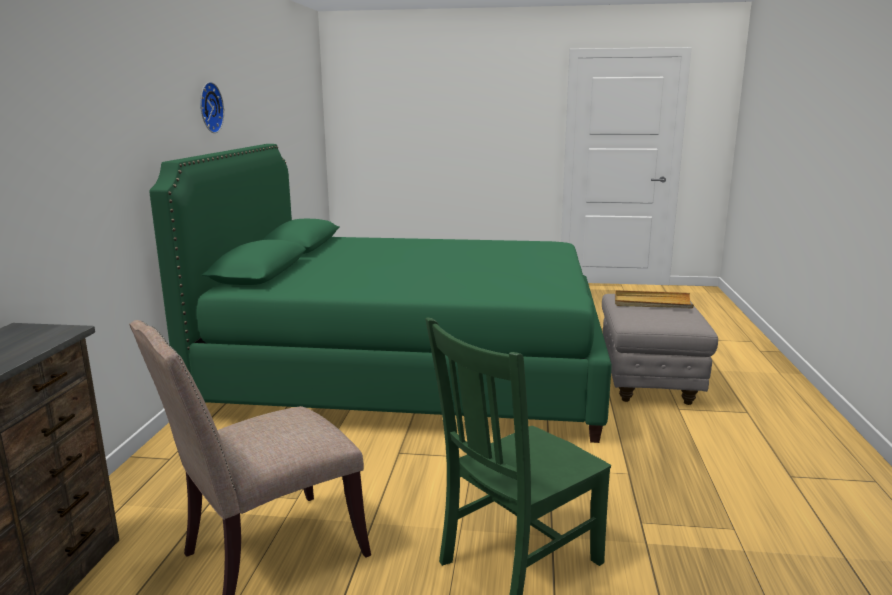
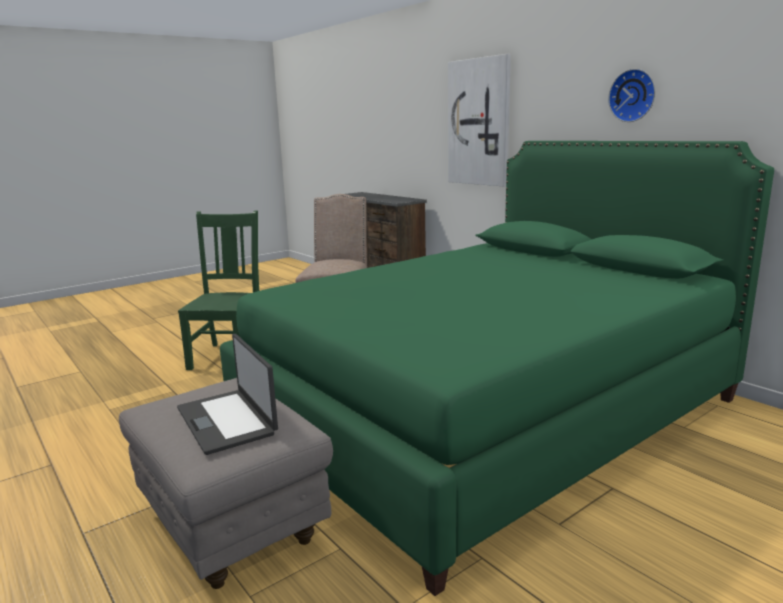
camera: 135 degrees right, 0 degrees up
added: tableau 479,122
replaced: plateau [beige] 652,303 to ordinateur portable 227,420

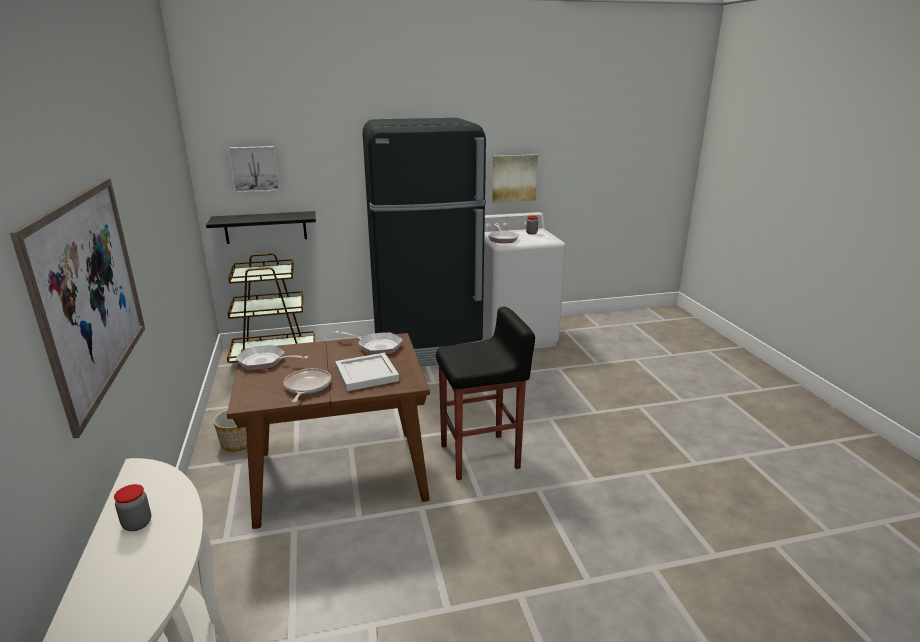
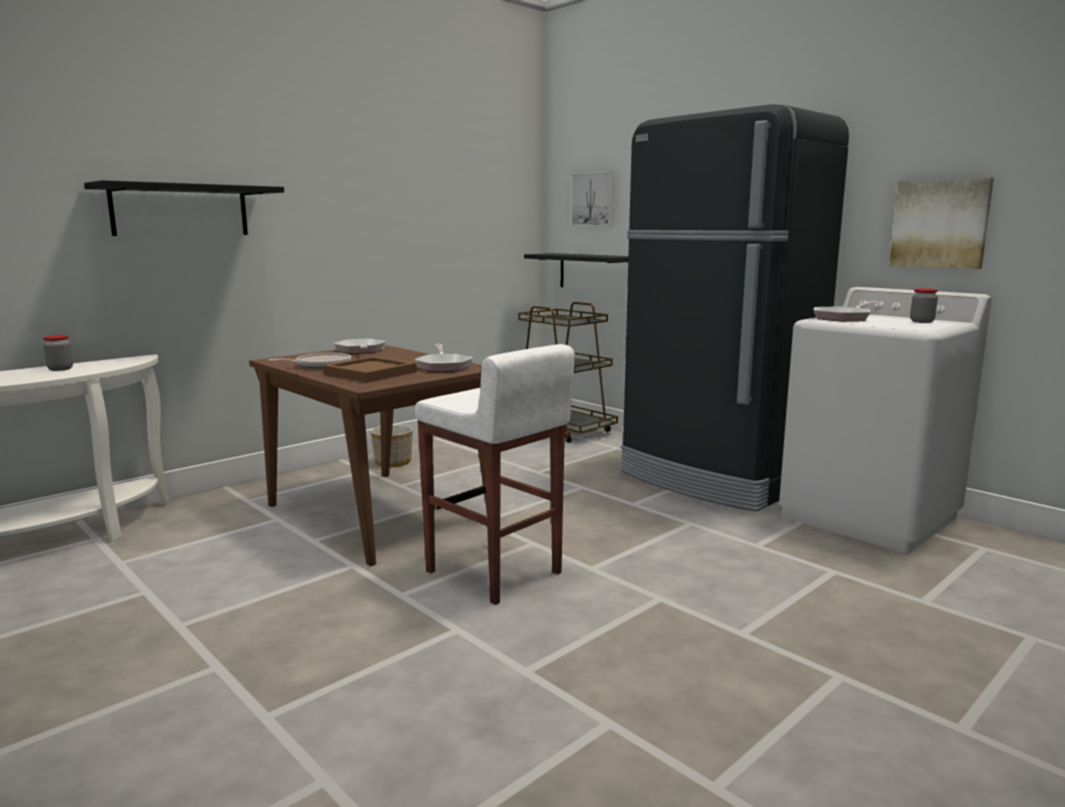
camera: 60 degrees right, 10 degrees down
replaced: tableau 91,292 to étagère [noir] 180,210
recoloured: tabouret [noir] 481,457 to tabouret [blanc] 494,573; plateau [blanc] 365,374 to plateau [marron] 370,373

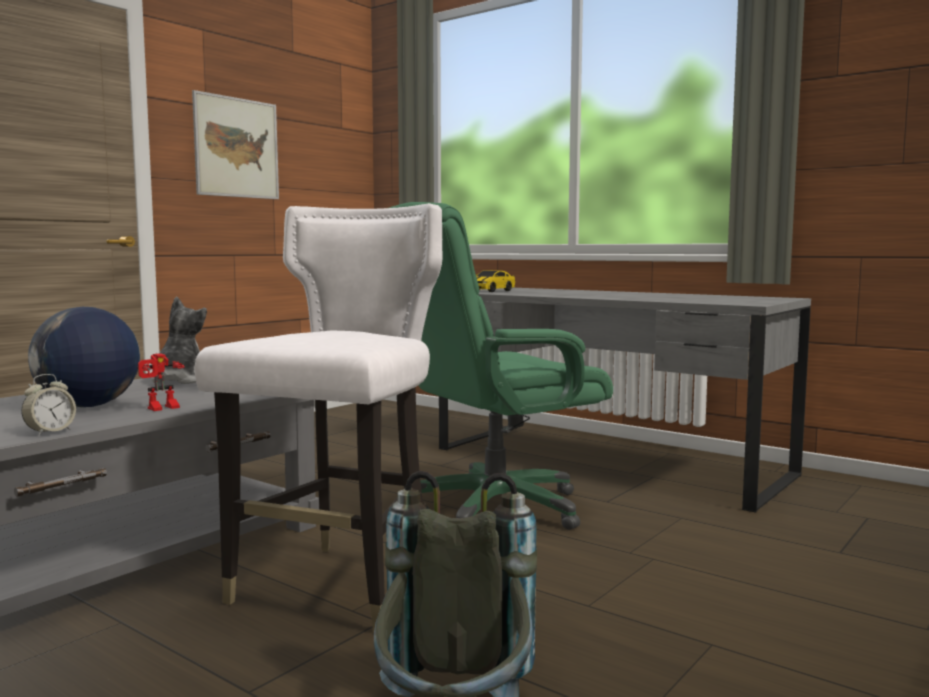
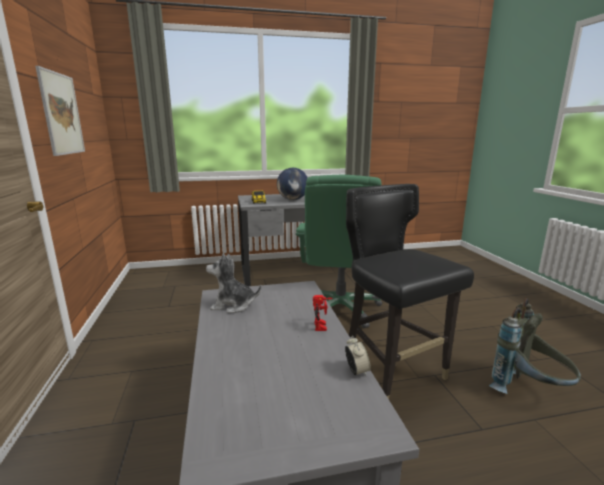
camera: 50 degrees left, 10 degrees up
moved: globe 88,406 to 293,199
recoloured: chaise [blanc] 339,588 to chaise [noir] 392,372
turned: peluche 180,380 = 233,305 45 degrees counterclockwise

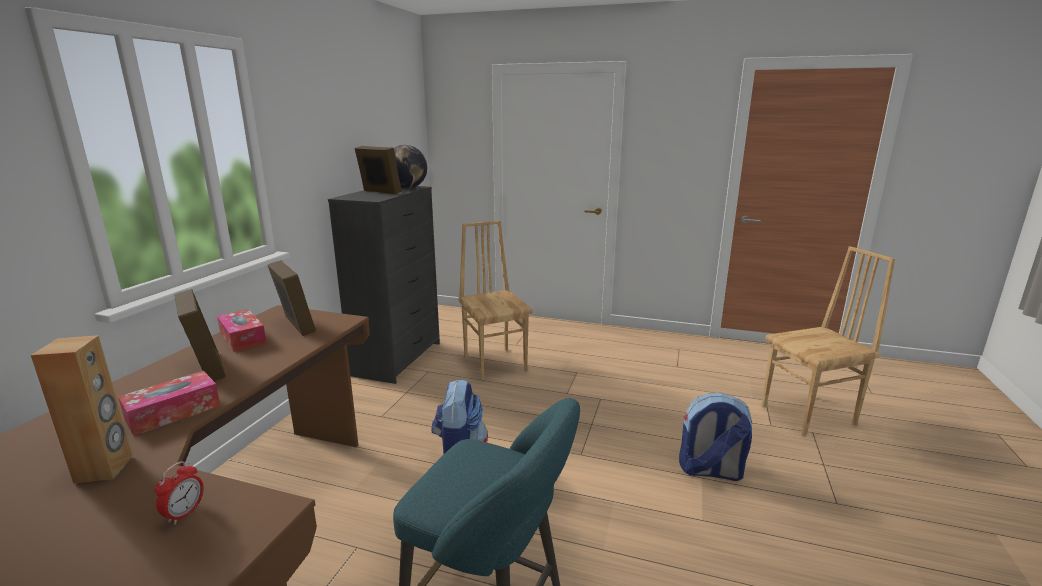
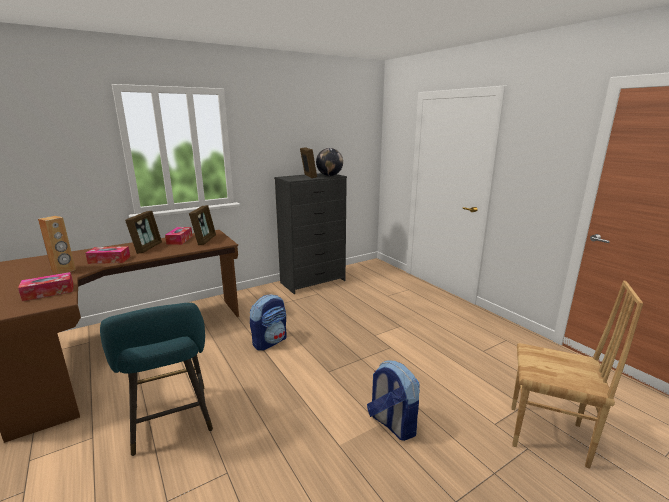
camera: 40 degrees right, 0 degrees up
removed: chaise [marron] 495,363
replaced: réveil 185,513 to boîte à mouchoirs 49,292

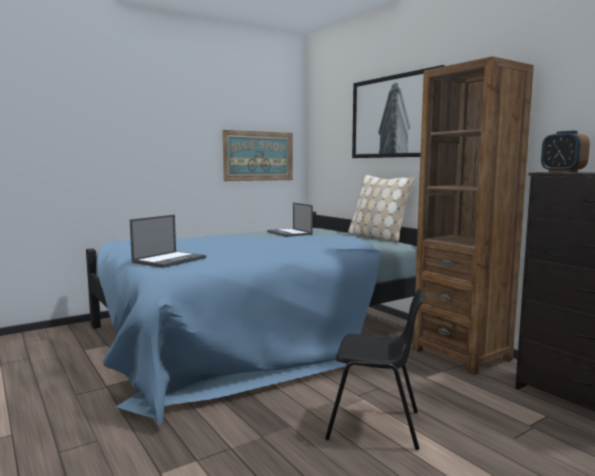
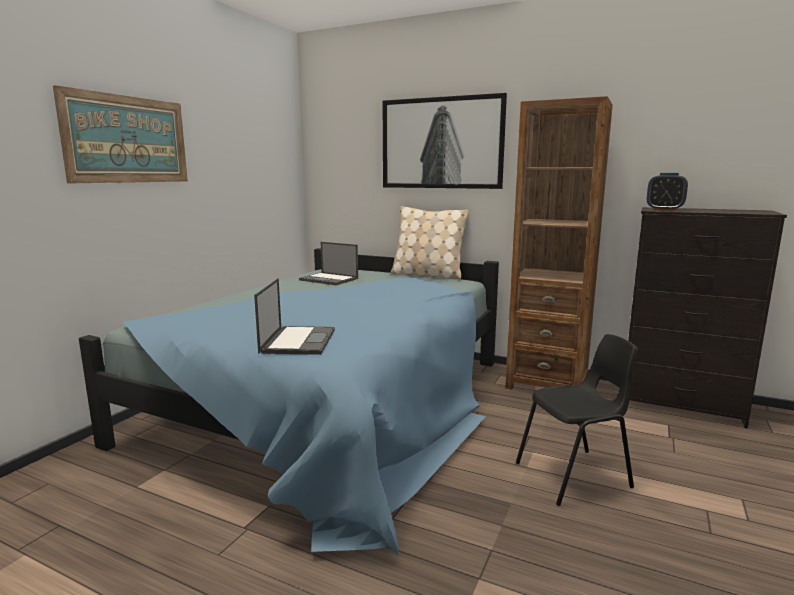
camera: 30 degrees left, 5 degrees up
moved: tableau 258,156 to 127,139

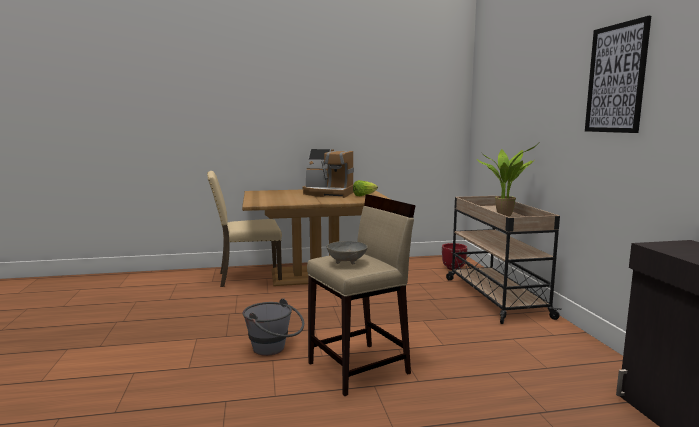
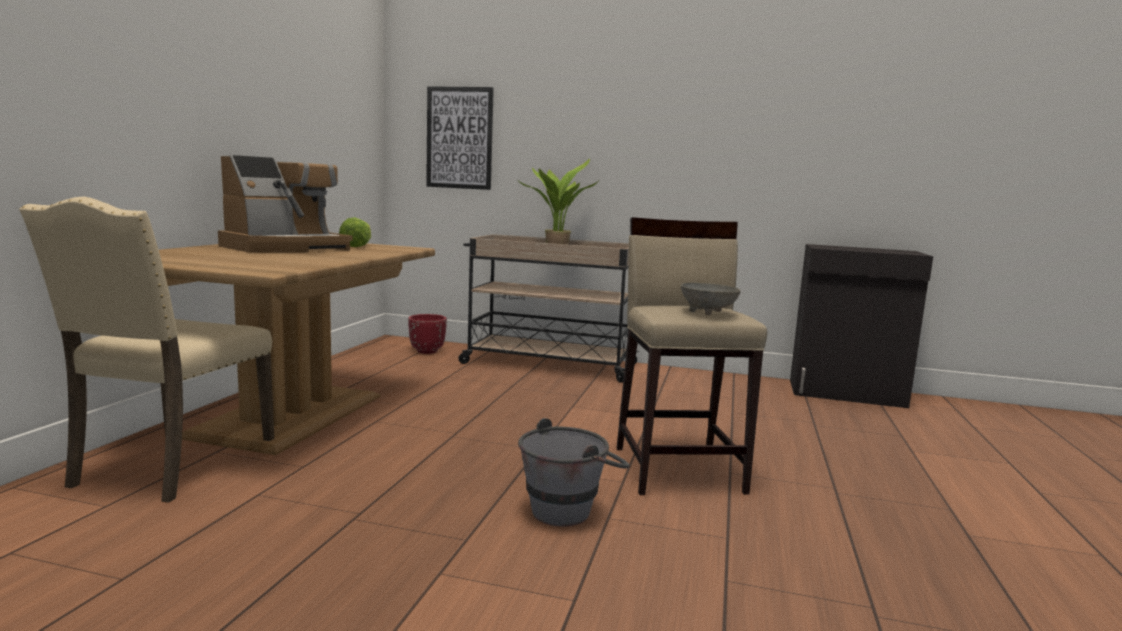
camera: 65 degrees left, 0 degrees up
moved: tableau 616,78 to 459,138

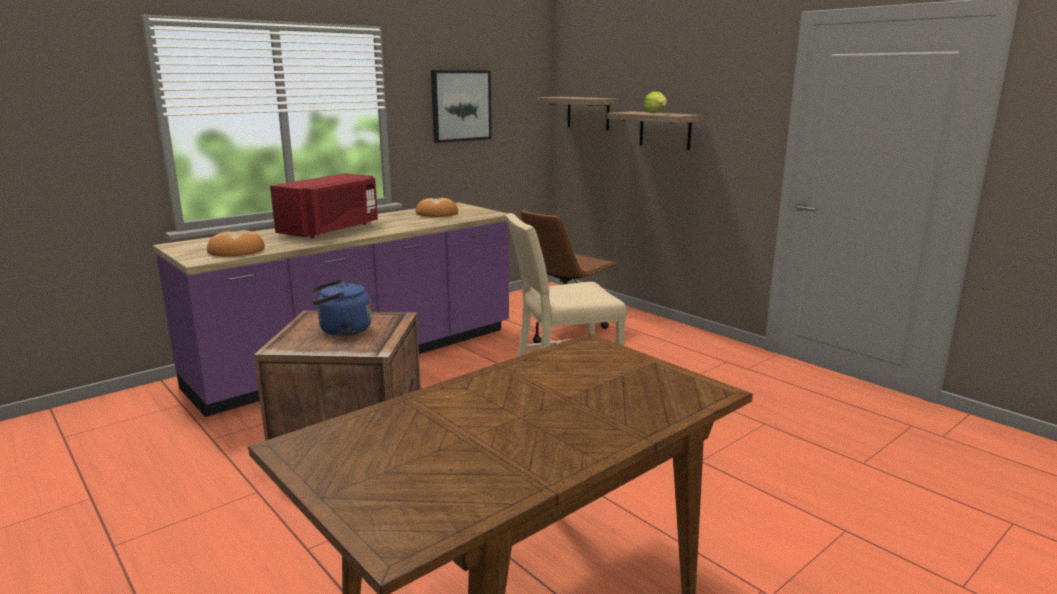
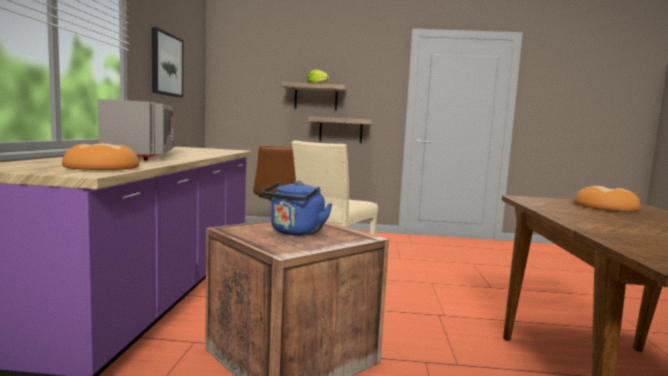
camera: 45 degrees left, 10 degrees down
moved: étagère 588,113 to 341,130; pain 437,213 to 605,207
recoloured: micro-ondes [rouge] 331,230 to micro-ondes [gris] 140,156

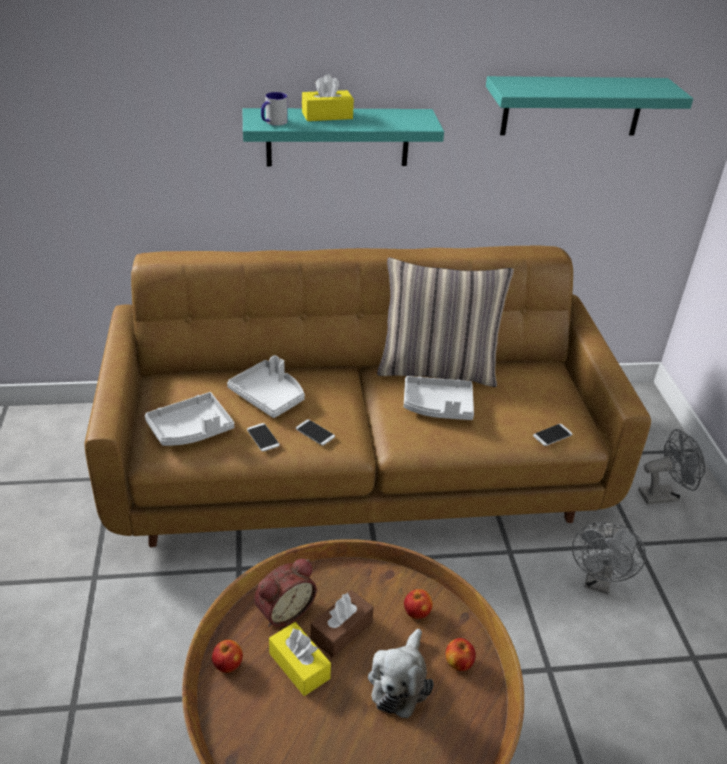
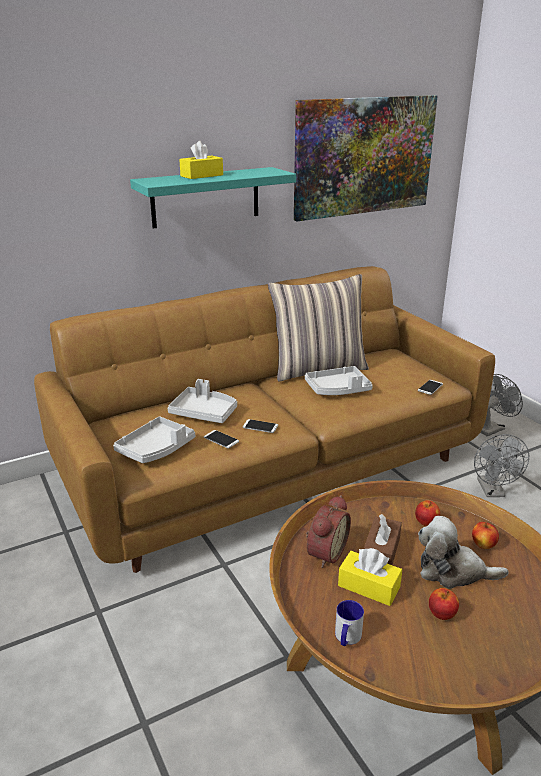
camera: 20 degrees left, 10 degrees down
moved: mug 273,122 to 346,638; pomme 228,665 to 441,614
replaced: étagère [turquoise] 572,106 to tableau 364,156
turned: peluche 400,682 = 453,571 105 degrees clockwise

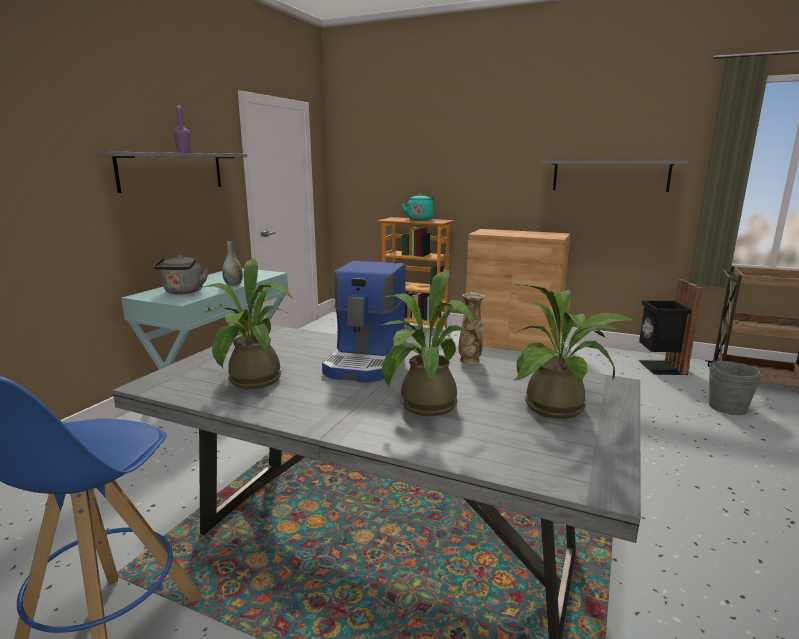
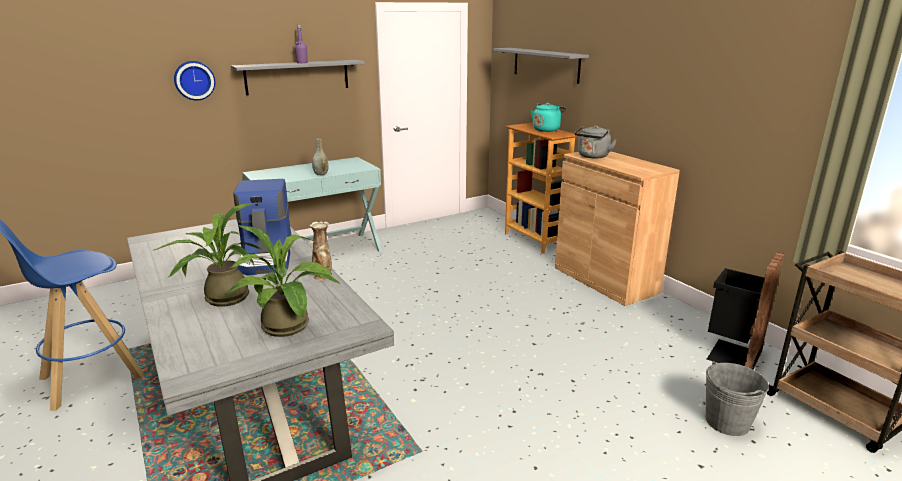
camera: 35 degrees right, 5 degrees up
removed: plante en pot 251,383
added: horloge murale 194,80
moved: étagère [gris] 610,175 to 545,64; bouilloire [gris] 183,292 to 592,156
turned: machine à café 367,360 = 268,257 60 degrees counterclockwise

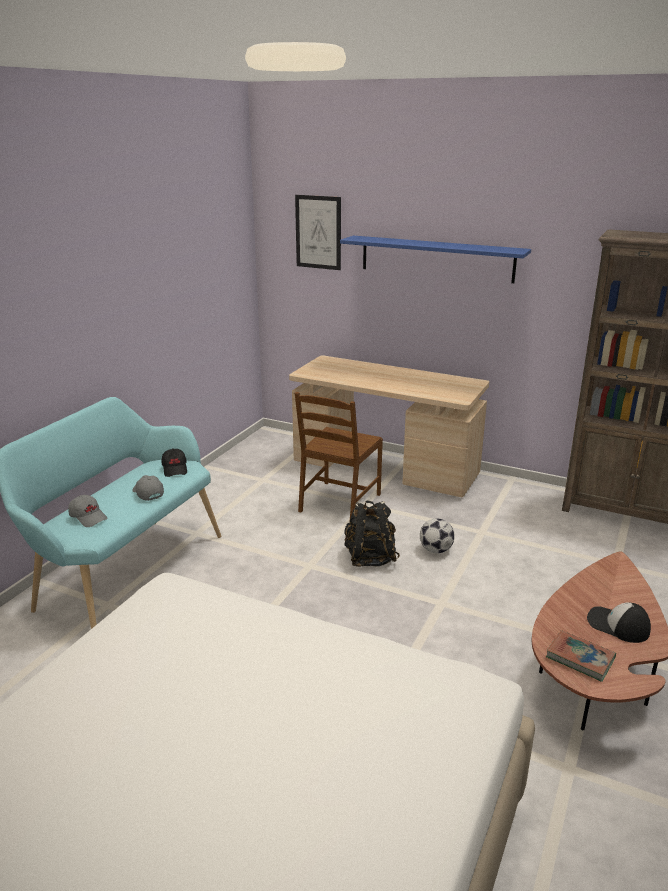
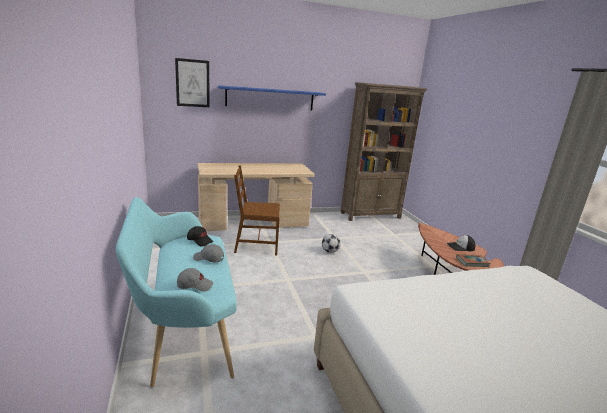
camera: 45 degrees left, 5 degrees down
removed: sac à dos [noir] 369,558
turned: chaise [marron] 339,503 = 256,245 105 degrees clockwise

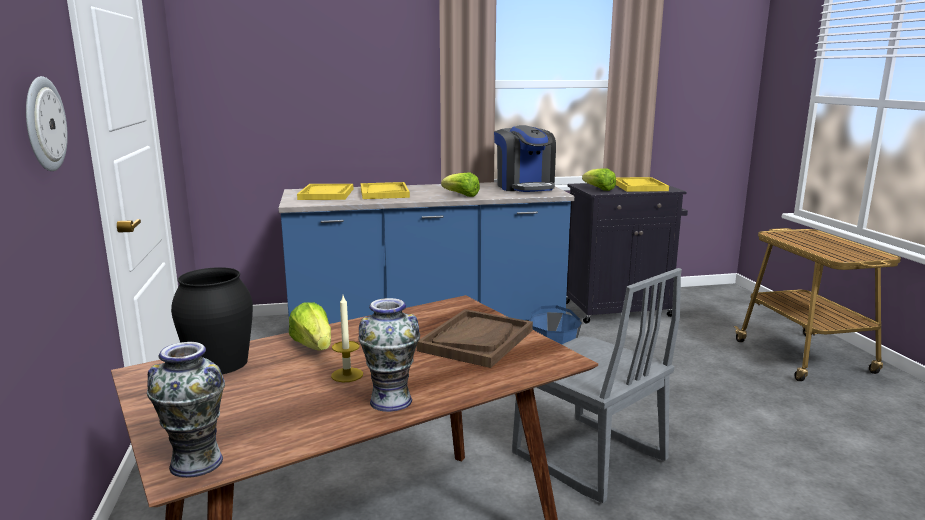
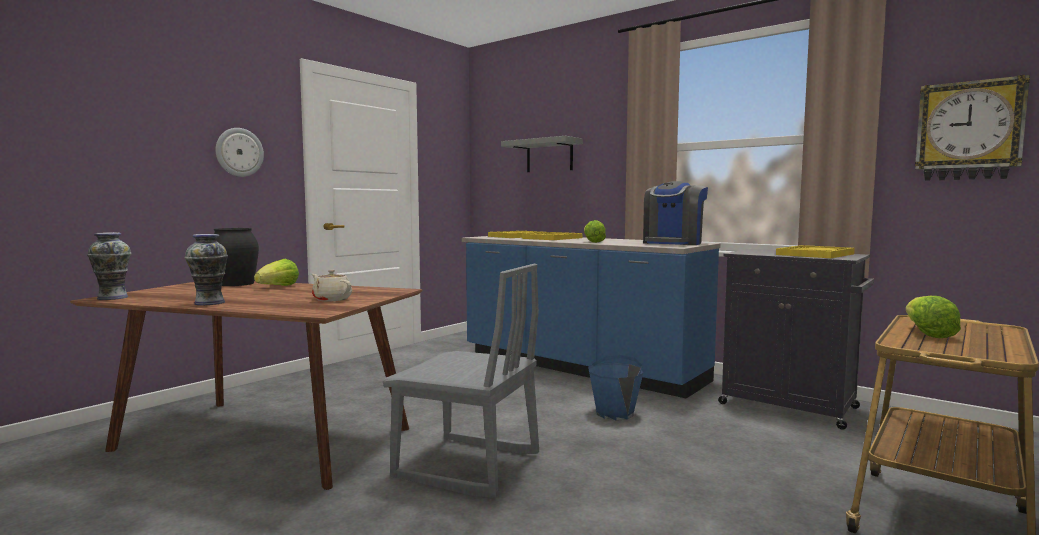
camera: 50 degrees right, 10 degrees down
removed: bougie 347,375
added: horloge murale 969,131; étagère [gris] 549,156
moved: laitue 599,189 to 927,334
replaced: plateau [marron] 476,340 to théière [beige] 331,299
turned: chaise [gris] 587,458 = 467,467 75 degrees counterclockwise

